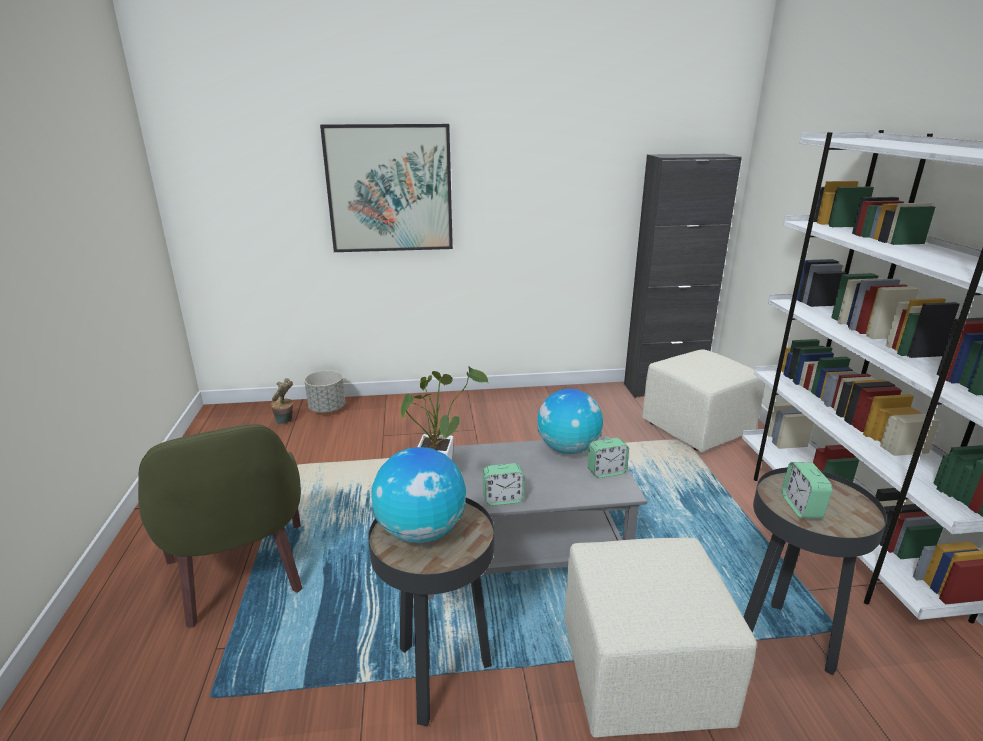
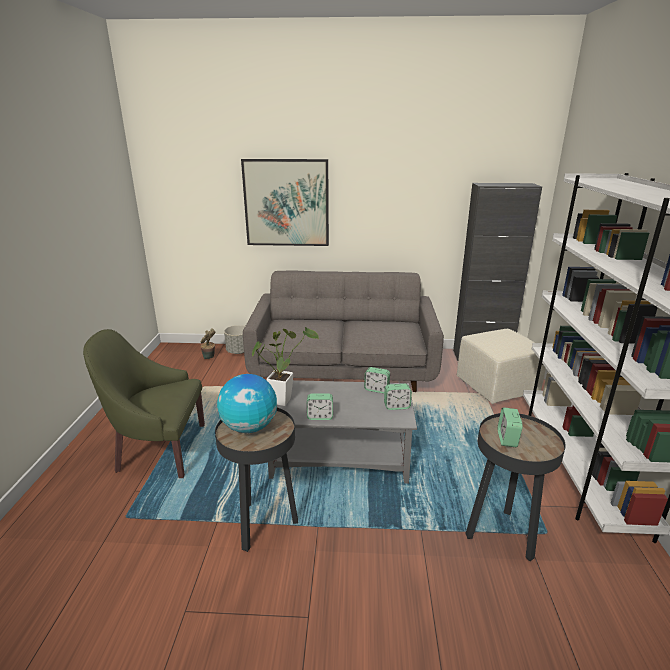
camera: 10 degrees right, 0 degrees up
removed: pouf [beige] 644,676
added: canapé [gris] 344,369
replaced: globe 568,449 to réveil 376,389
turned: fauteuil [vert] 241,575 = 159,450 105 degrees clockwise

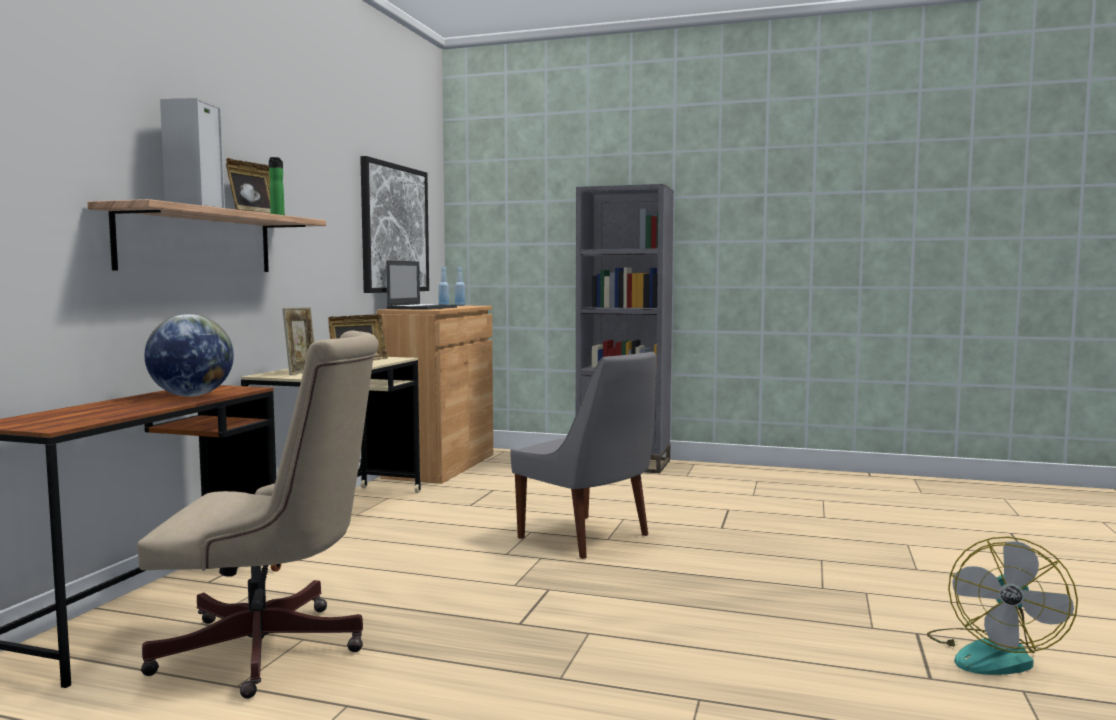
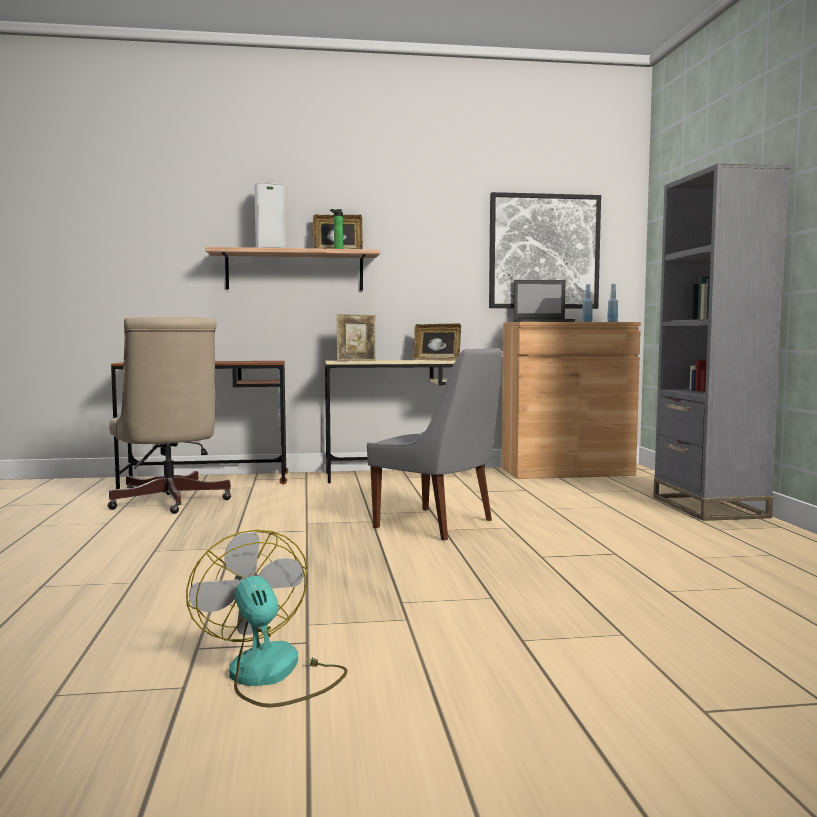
camera: 65 degrees right, 0 degrees up
removed: globe 191,396
turned: chaise [gris] 587,538 = 438,525 75 degrees counterclockwise; ventilateur 993,654 = 271,675 60 degrees clockwise

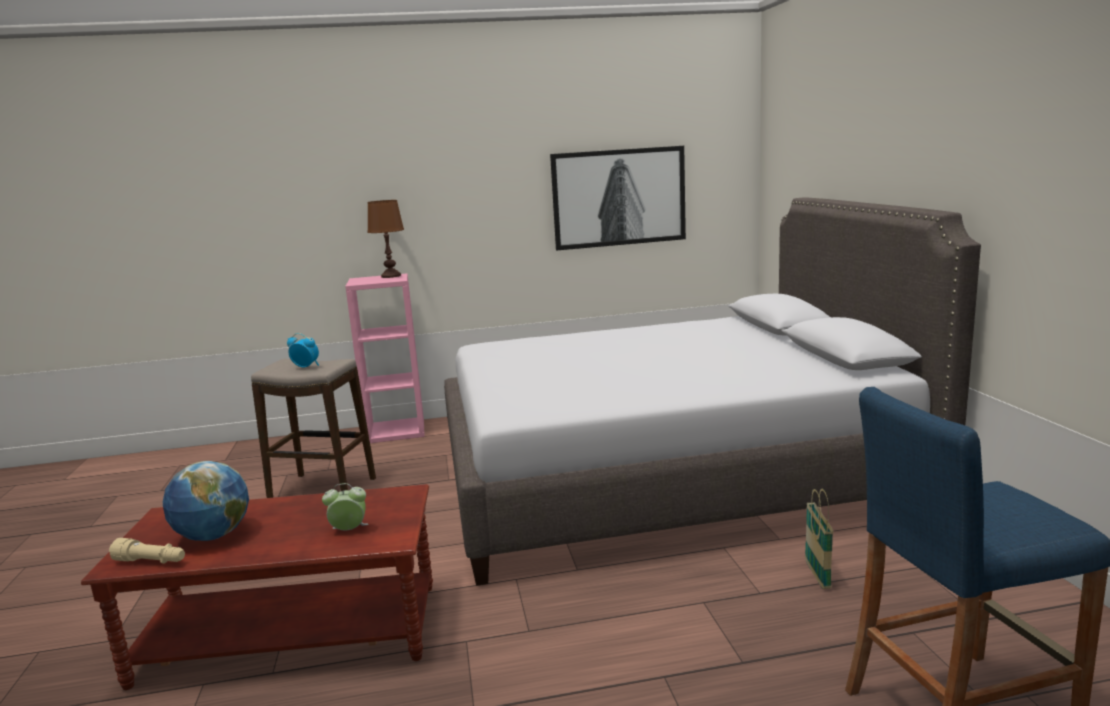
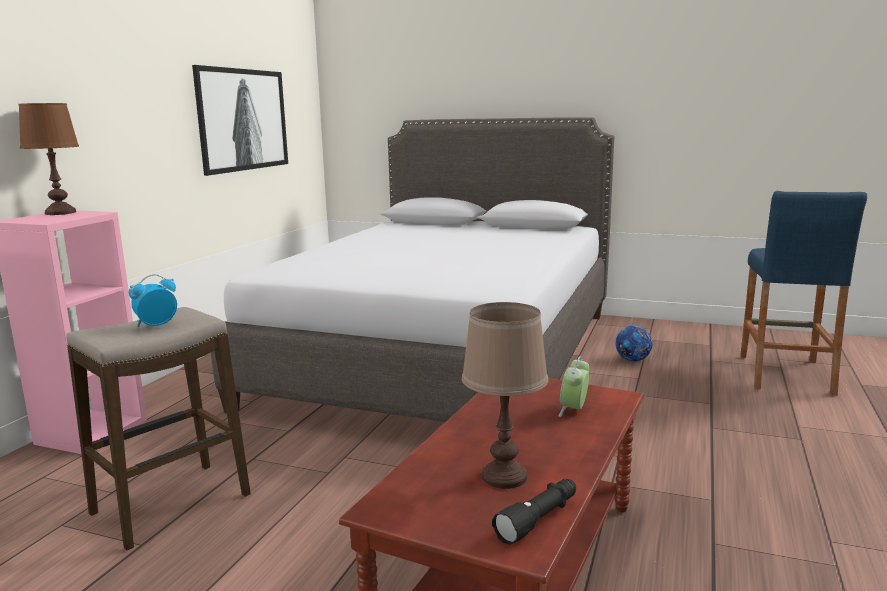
camera: 60 degrees left, 0 degrees up
replaced: globe 213,536 to lampe de table [marron] 504,477; panier 817,575 to ballon de foot 632,360
recoloured: lampe de poche [beige] 151,561 to lampe de poche [noir] 539,520

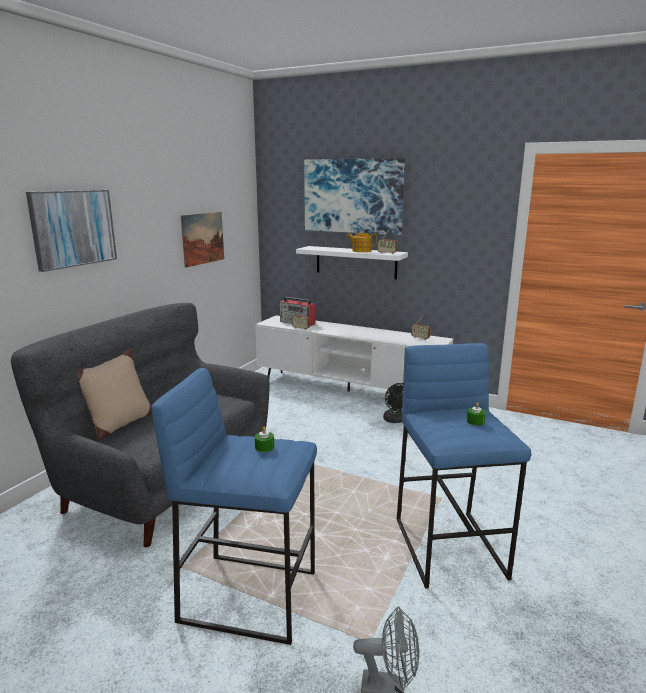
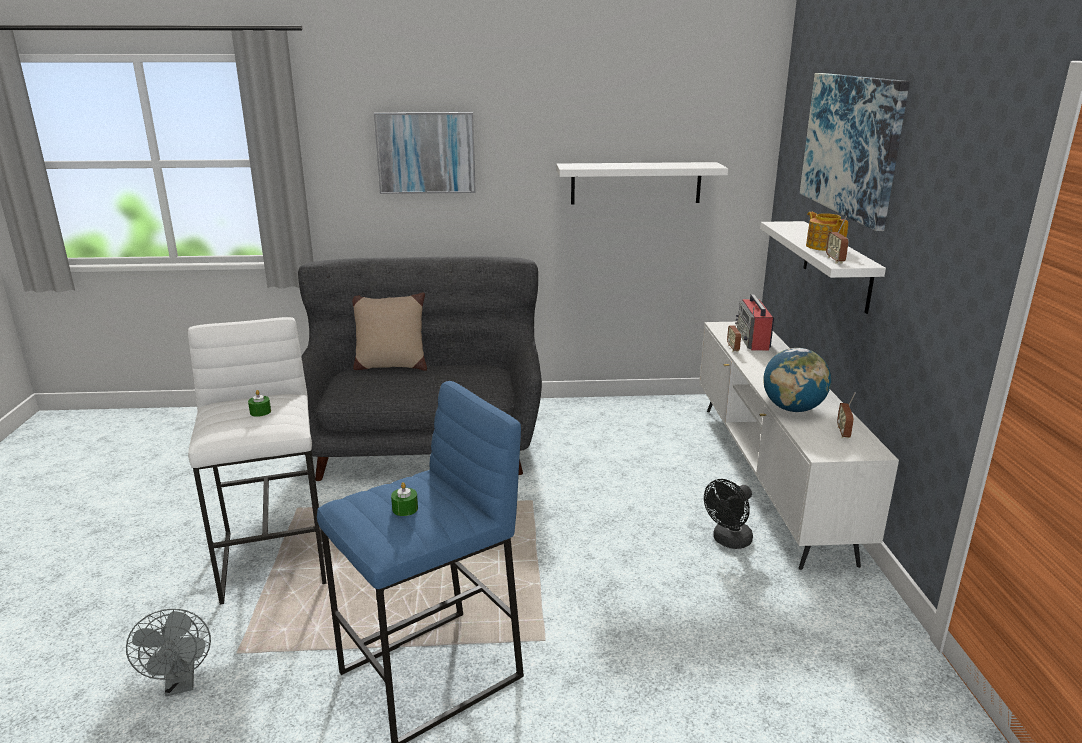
camera: 60 degrees right, 5 degrees up
added: globe 792,409
replaced: tableau 203,238 to étagère [blanc] 636,183
recoloured: tabouret [bleu] 249,595 to tabouret [blanc] 276,558

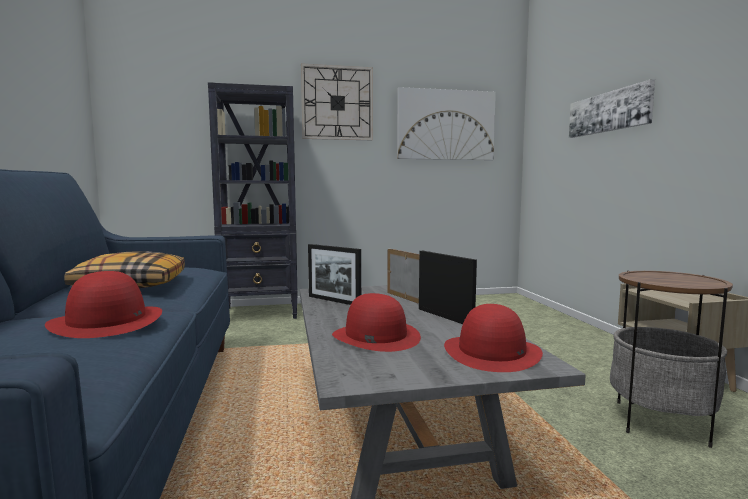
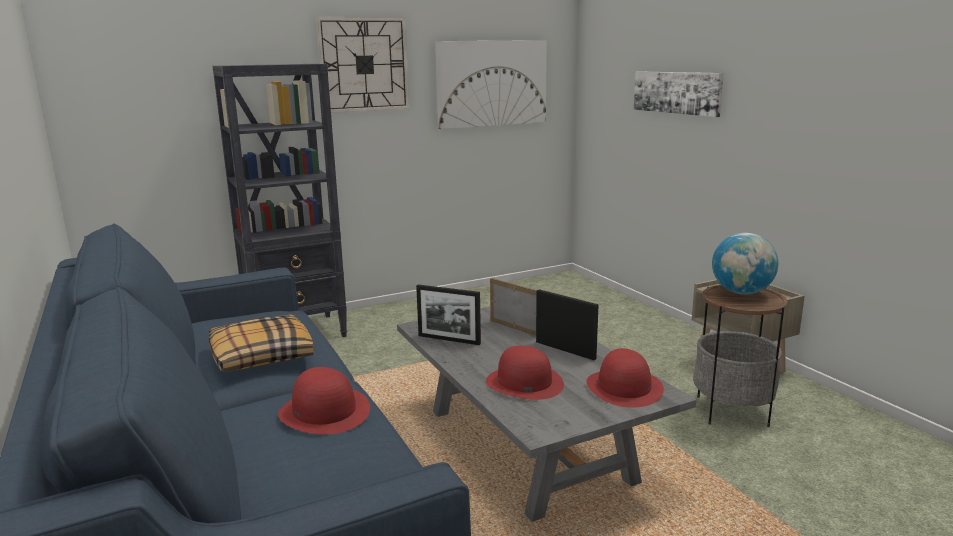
camera: 15 degrees left, 10 degrees up
added: globe 741,292

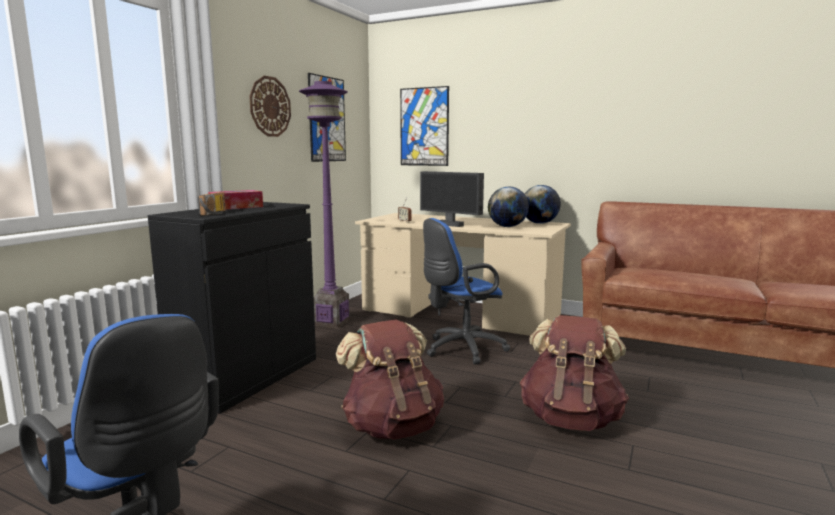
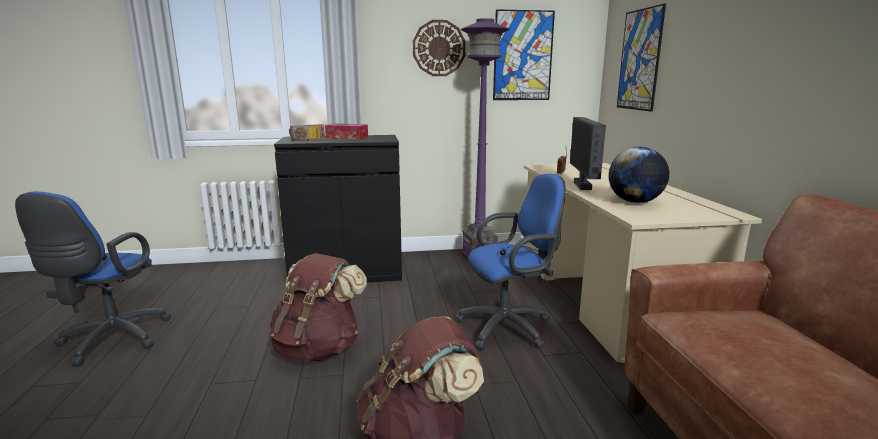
camera: 55 degrees right, 5 degrees up
removed: globe 540,223
turned: chaise de bureau [bleu] 461,349 = 509,327 135 degrees clockwise

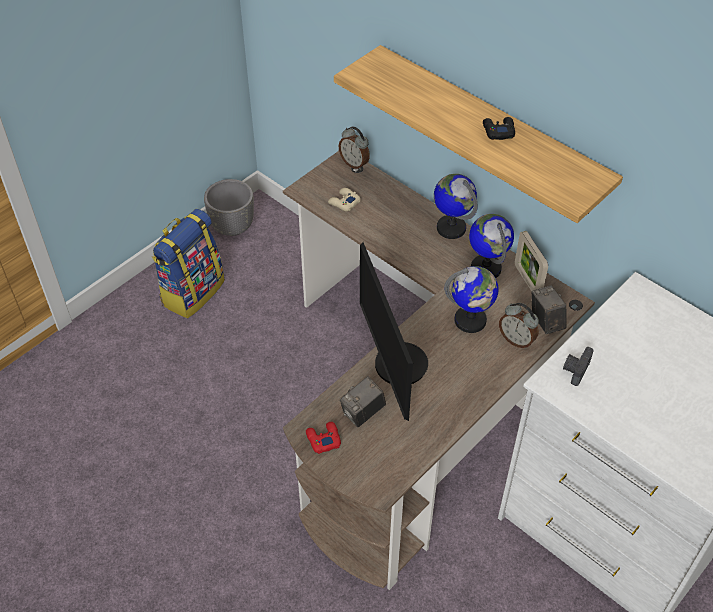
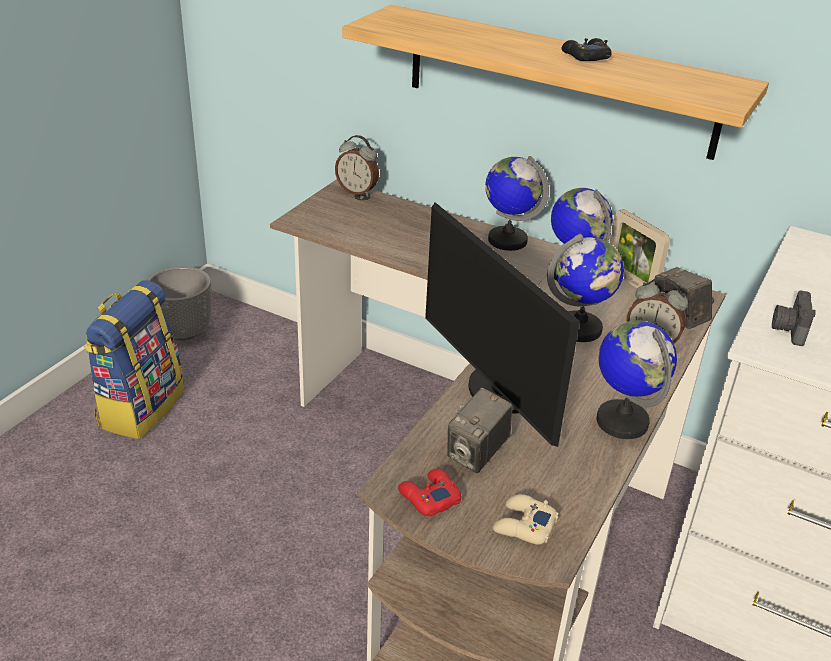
camera: 15 degrees left, 15 degrees down
added: globe 622,421
moved: manette [beige] 344,202 to 524,526

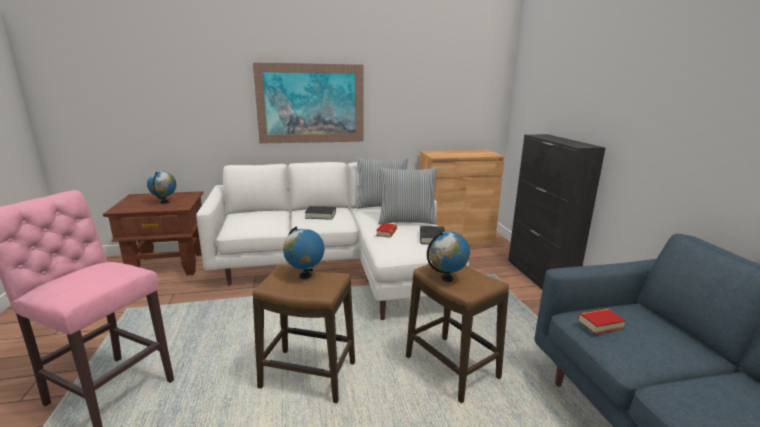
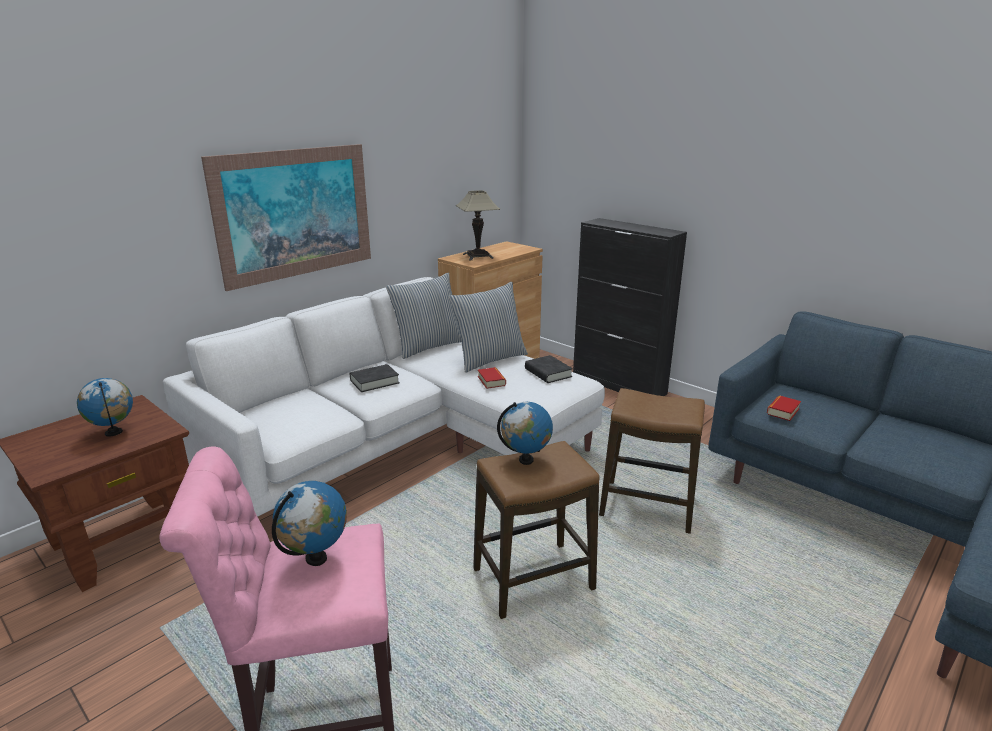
camera: 35 degrees left, 5 degrees up
added: lampe de table 478,256
moved: globe 447,278 to 316,559

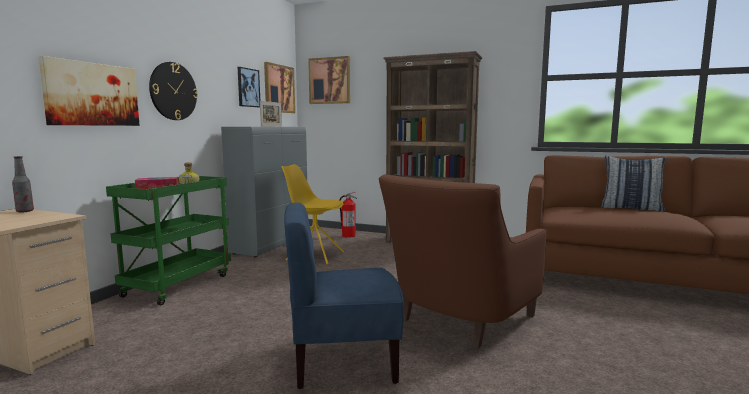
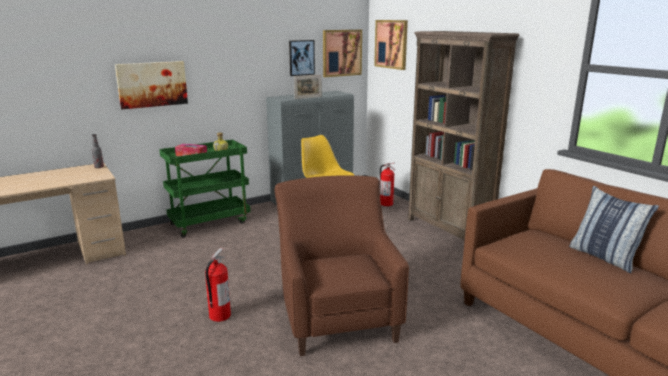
camera: 35 degrees right, 10 degrees up
removed: horloge murale 173,91
replaced: chaise [bleu] 343,362 to extincteur 219,316
turned: fauteuil [marron] 457,320 = 337,315 90 degrees clockwise

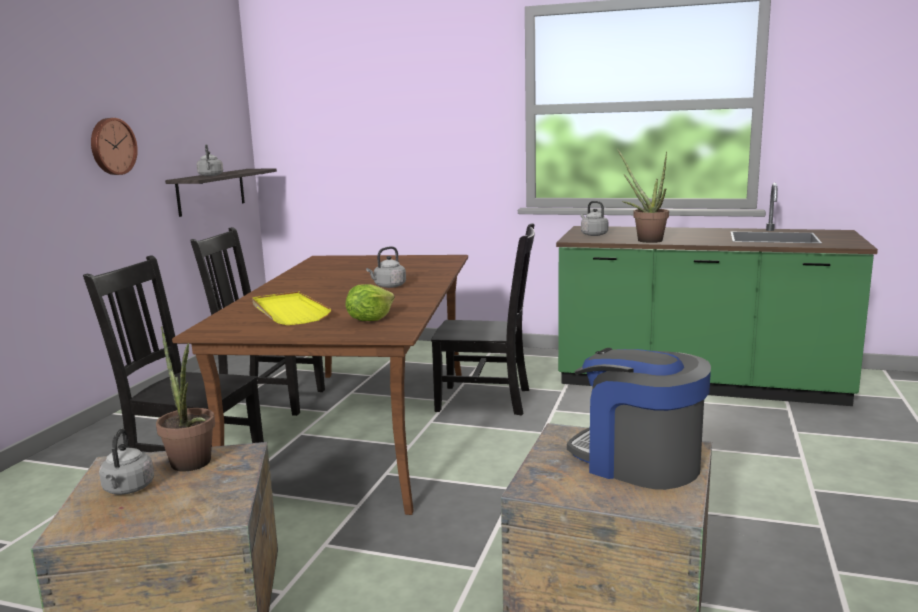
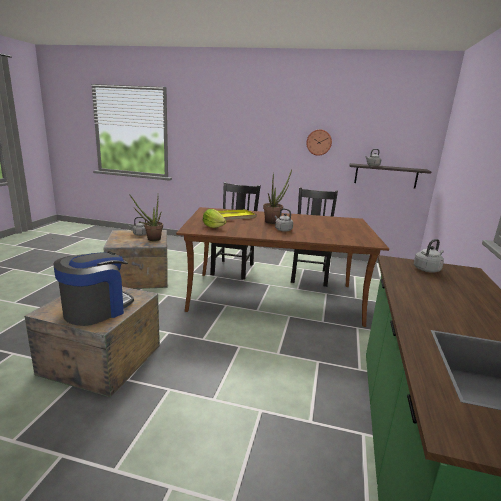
camera: 85 degrees right, 5 degrees up
removed: chaise [noir] 487,400
moved: plante en pot 645,240 to 274,221

